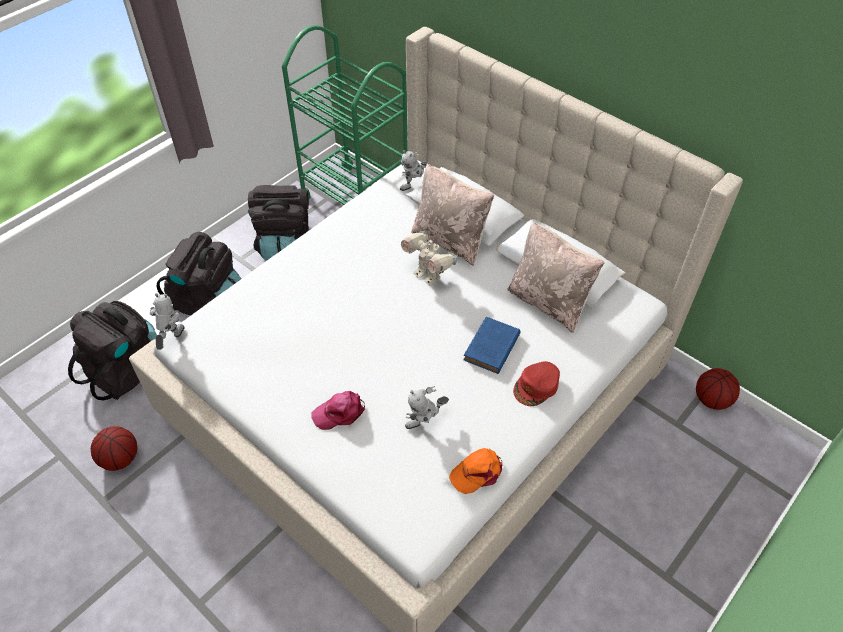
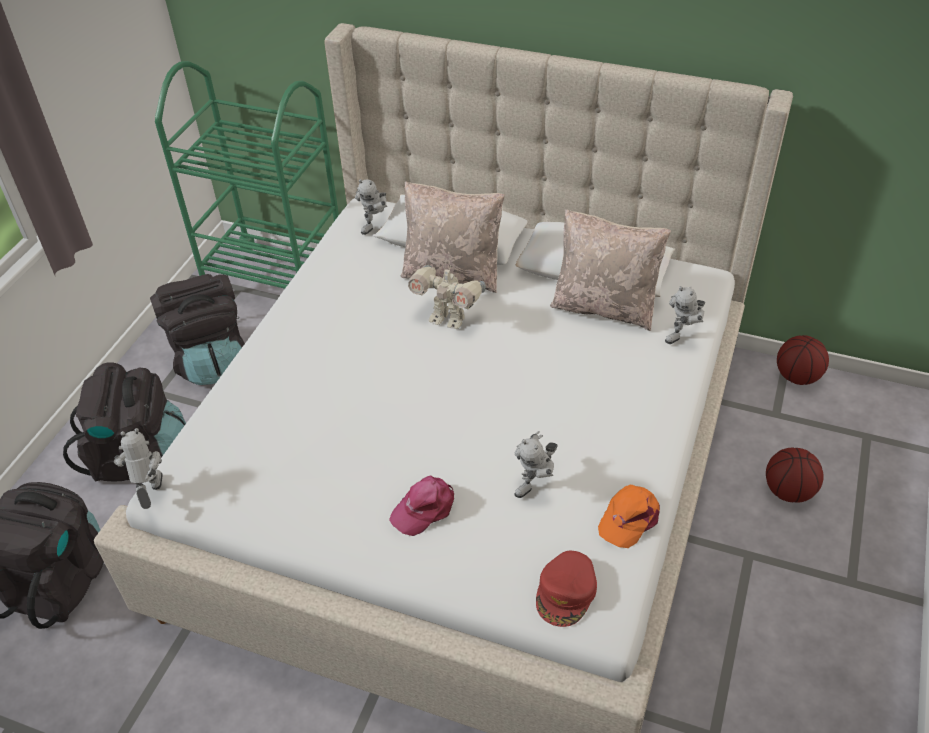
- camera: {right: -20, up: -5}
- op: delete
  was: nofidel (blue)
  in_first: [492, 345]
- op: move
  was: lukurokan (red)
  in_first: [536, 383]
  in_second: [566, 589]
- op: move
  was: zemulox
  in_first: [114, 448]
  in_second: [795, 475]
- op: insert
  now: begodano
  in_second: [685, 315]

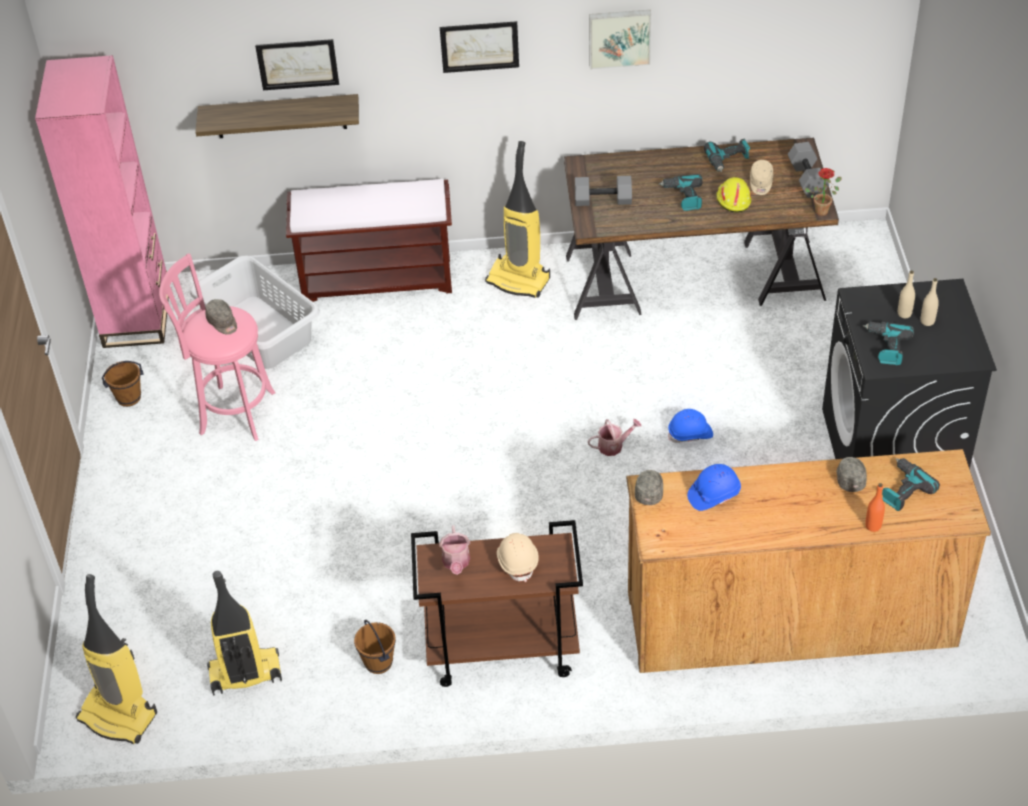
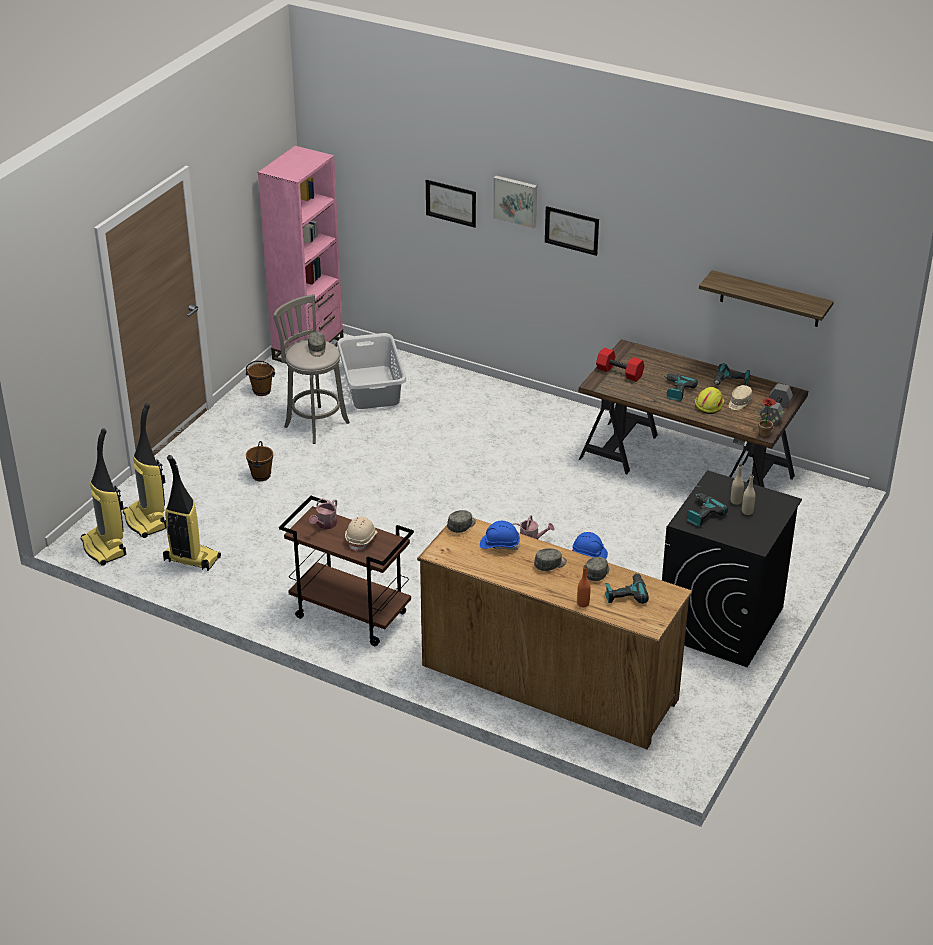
- camera: {right: 30, up: -10}
- op: move
  was: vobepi
  in_first: [620, 39]
  in_second: [515, 202]
- op: move
  was: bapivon
  in_first: [277, 116]
  in_second: [766, 298]
- op: move
  was: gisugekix
  in_first: [517, 219]
  in_second: [144, 470]
- op: recolor
  was: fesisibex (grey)
  now: fesisibex (red)
  in_first: [603, 191]
  in_second: [620, 365]
- op: delete
  was: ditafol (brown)
  in_first: [369, 240]
- op: recolor
  was: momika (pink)
  now: momika (grey)
  in_first: [217, 347]
  in_second: [311, 369]
- op: move
  was: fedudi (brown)
  in_first: [375, 647]
  in_second: [259, 461]
- op: insert
  now: lukurokan (grey)
  in_second: [550, 559]

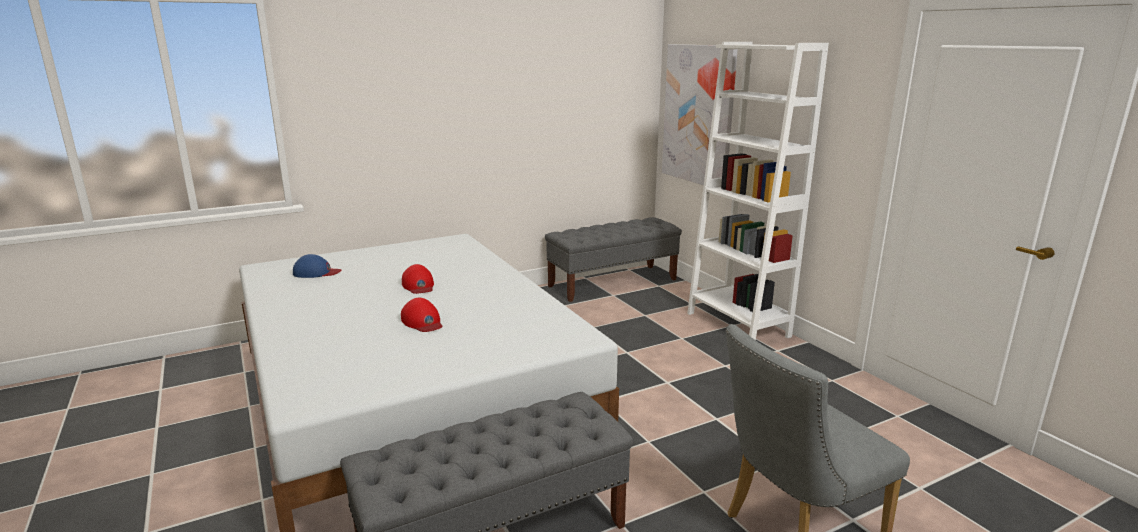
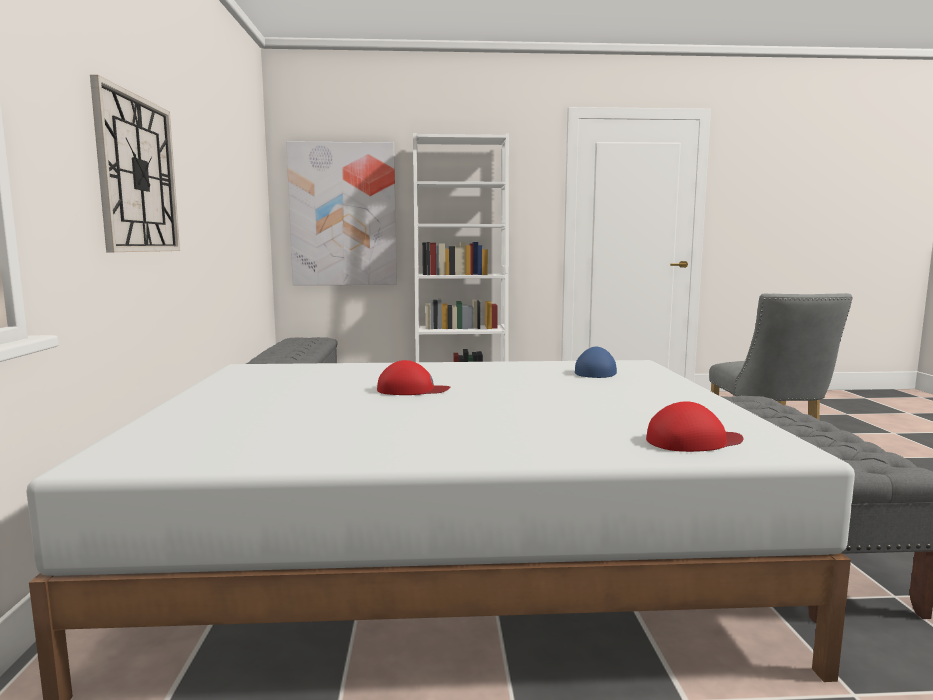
- camera: {right: -65, up: -10}
- op: move
  was: lukurokan (blue)
  in_first: [317, 266]
  in_second: [596, 362]
- op: move
  was: lukurokan (red)
  in_first: [422, 315]
  in_second: [694, 427]
- op: insert
  now: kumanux
  in_second: [135, 163]

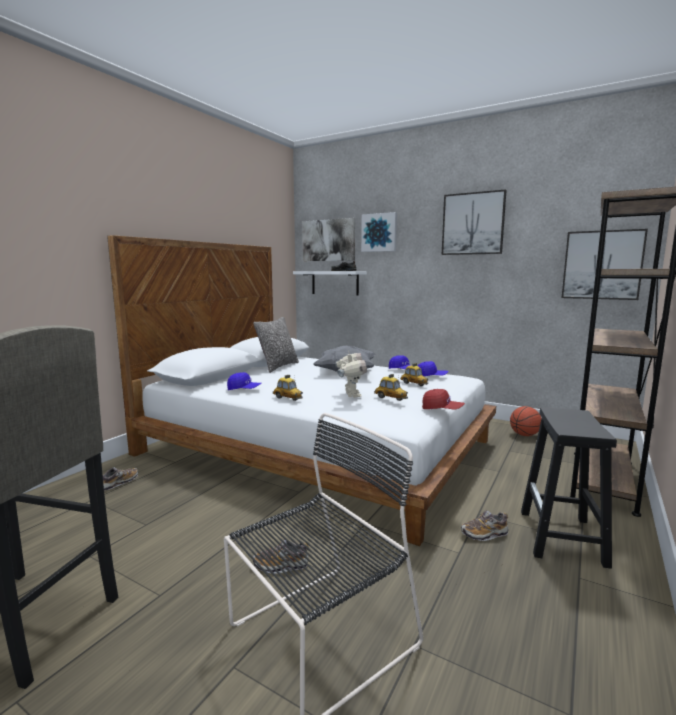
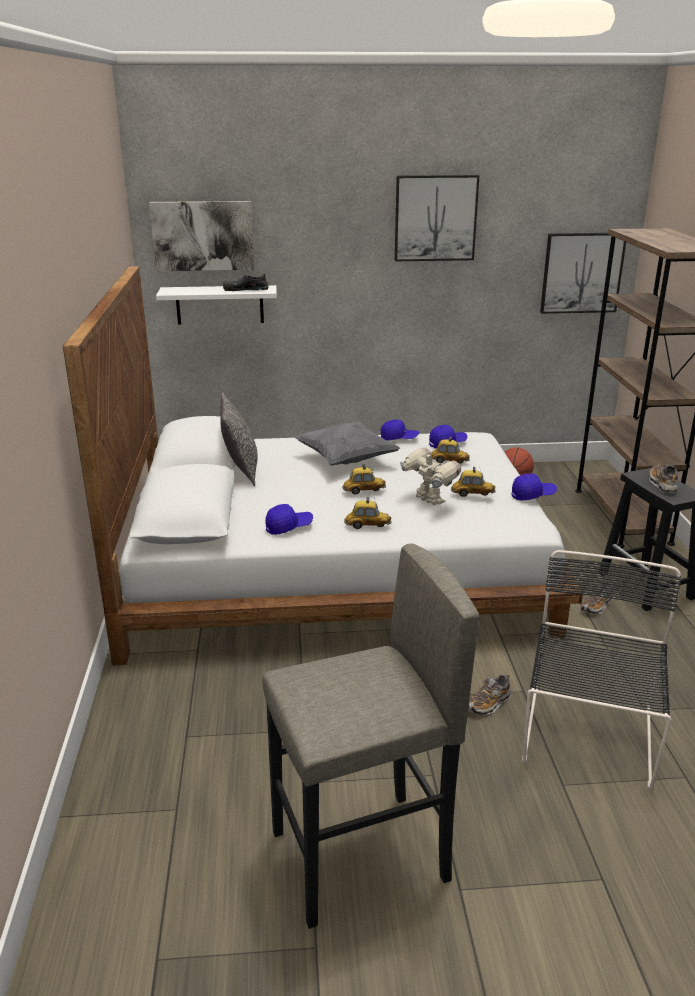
- camera: {right: -35, up: 15}
- op: delete
  was: vobepi
  in_first: [379, 232]
- op: recolor
  was: lukurokan (red)
  now: lukurokan (blue)
  in_first: [443, 399]
  in_second: [534, 486]
- op: move
  was: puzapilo
  in_first: [120, 478]
  in_second: [663, 478]
- op: insert
  now: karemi
  in_second: [364, 479]

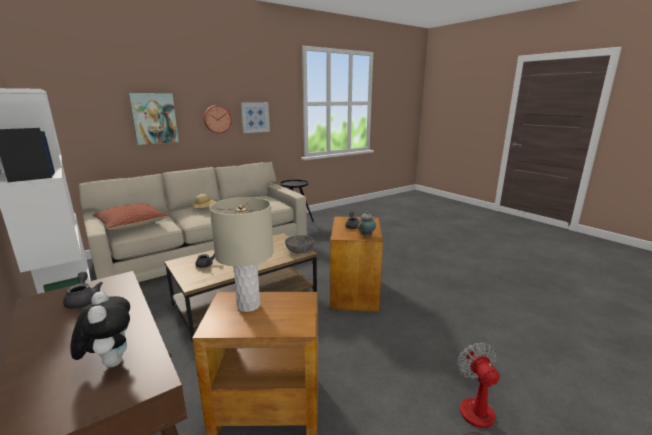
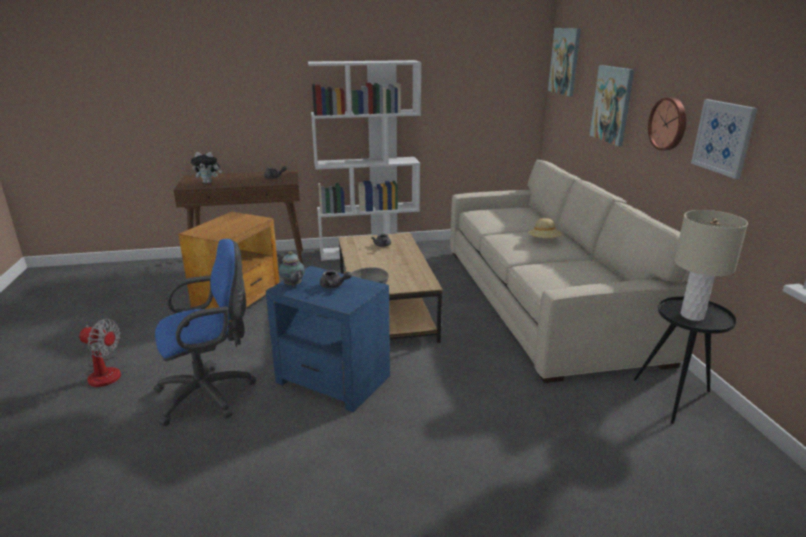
- camera: {right: 115, up: 5}
- op: move
  was: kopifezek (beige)
  in_first: [241, 254]
  in_second: [711, 265]
- op: delete
  was: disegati
  in_first: [130, 216]
- op: recolor
  was: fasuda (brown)
  now: fasuda (blue)
  in_first: [356, 264]
  in_second: [328, 339]
- op: insert
  now: vobepi
  in_second: [564, 62]
- op: insert
  now: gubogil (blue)
  in_second: [205, 332]

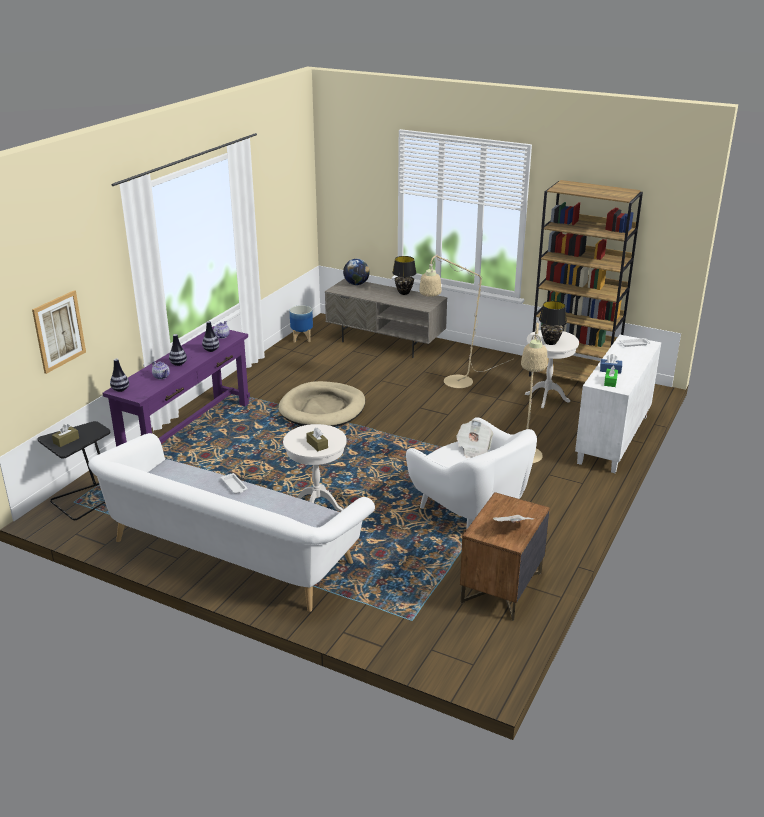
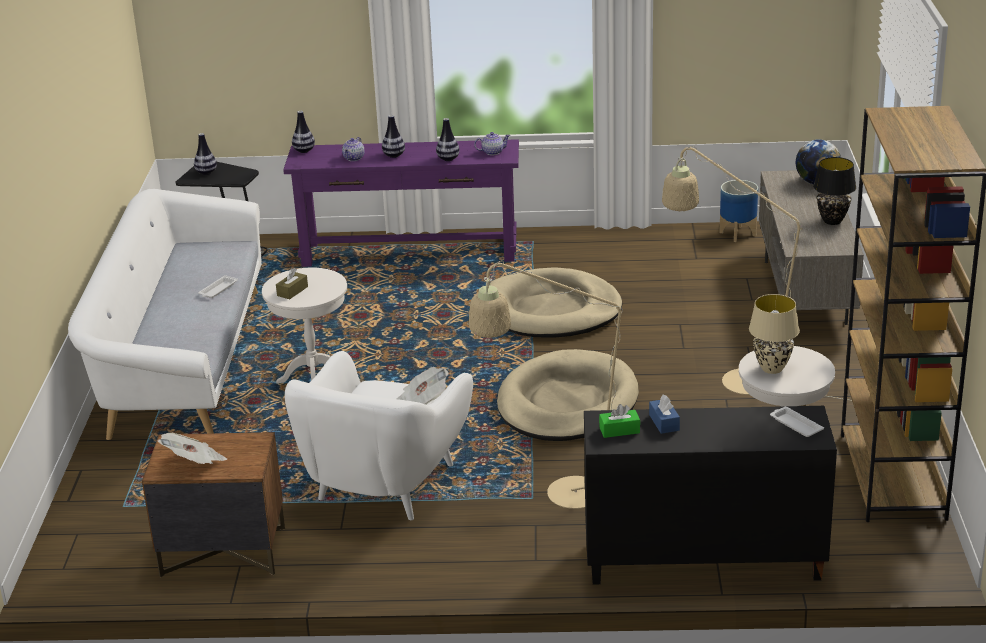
- camera: {right: 65, up: 0}
- op: delete
  was: vobepi
  in_first: [59, 332]
- op: recolor
  was: kopifezek (black)
  now: kopifezek (beige)
  in_first: [553, 323]
  in_second: [774, 334]
- op: recolor
  was: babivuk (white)
  now: babivuk (black)
  in_first: [618, 404]
  in_second: [710, 495]
- op: replace
  was: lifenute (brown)
  now: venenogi
  in_first: [65, 435]
  in_second: [205, 154]
- op: insert
  now: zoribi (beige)
  in_second: [568, 395]

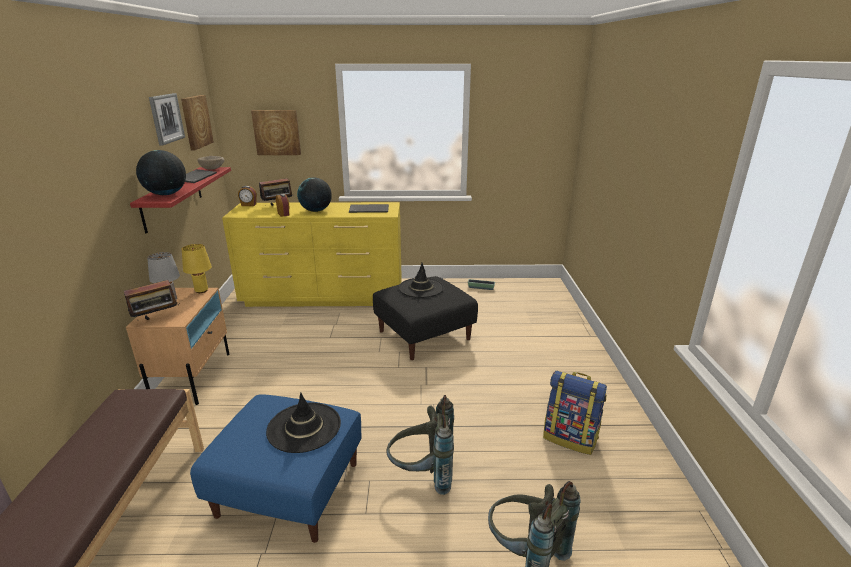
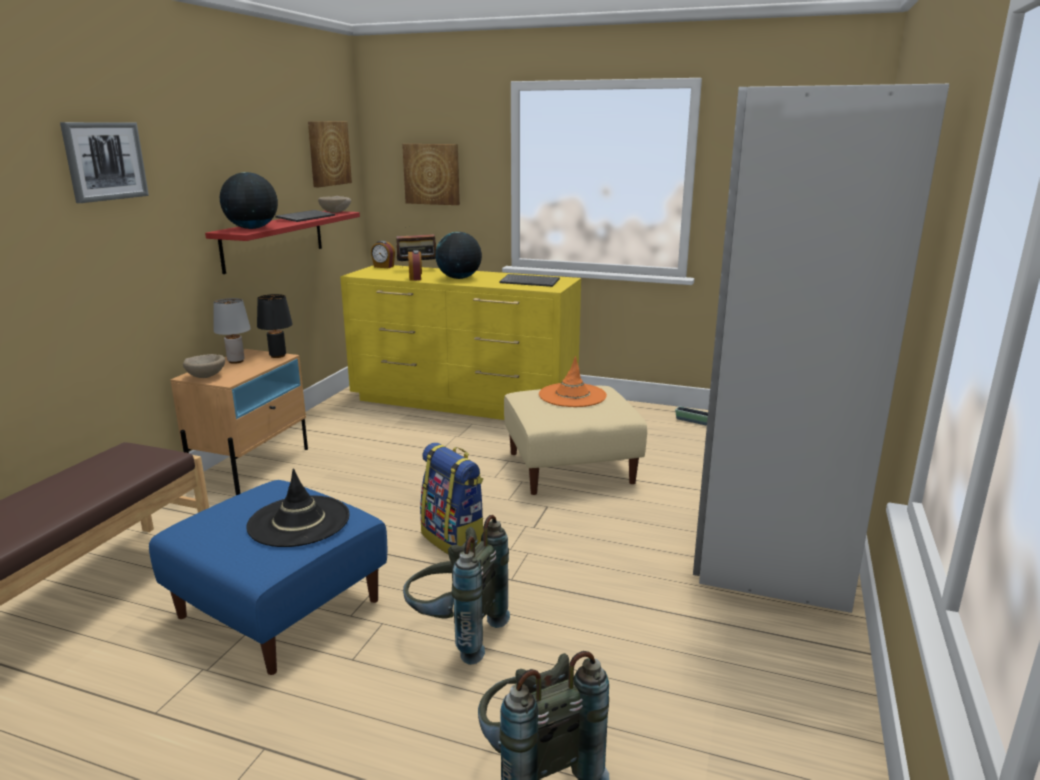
- camera: {right: 20, up: -5}
- op: move
  was: vobepi
  in_first: [167, 119]
  in_second: [104, 162]
- op: recolor
  was: kopifezek (yellow)
  now: kopifezek (black)
  in_first: [197, 268]
  in_second: [275, 326]
- op: recolor
  was: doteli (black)
  now: doteli (orange)
  in_first: [421, 280]
  in_second: [573, 381]
- op: recolor
  was: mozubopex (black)
  now: mozubopex (beige)
  in_first: [425, 318]
  in_second: [575, 440]
- op: replace
  was: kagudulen
  now: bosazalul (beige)
  in_first: [149, 300]
  in_second: [204, 366]
- op: move
  was: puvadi
  in_first: [575, 412]
  in_second: [452, 498]
- op: insert
  now: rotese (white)
  in_second: [821, 348]

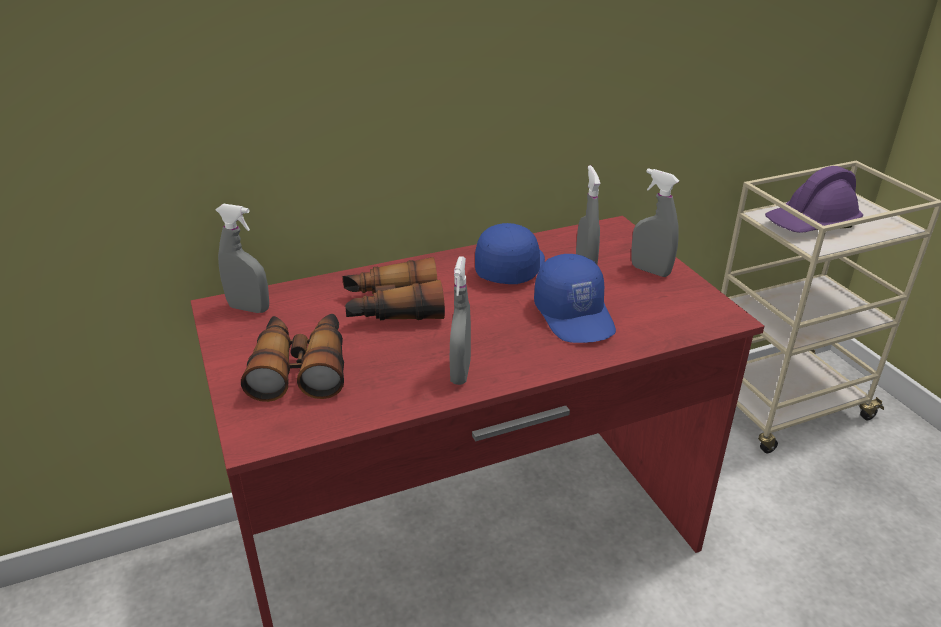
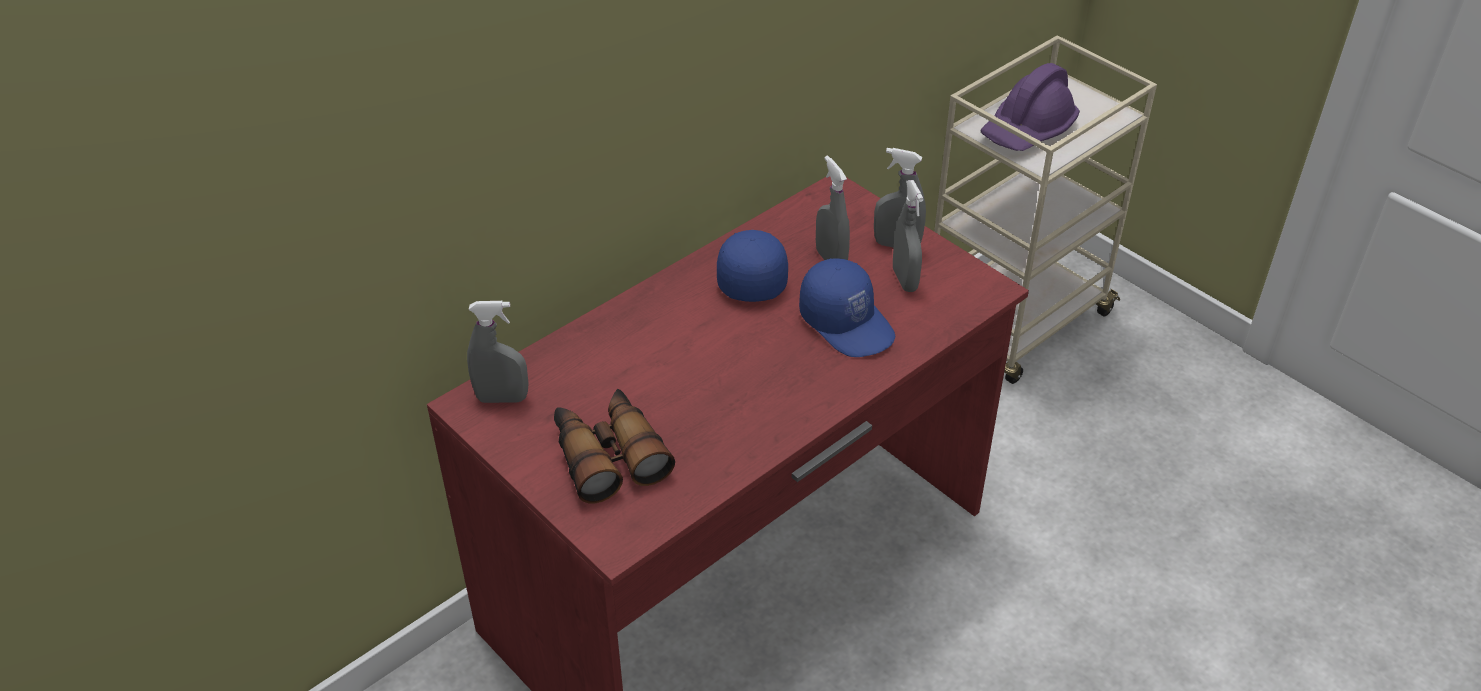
- camera: {right: -20, up: 10}
- op: move
  was: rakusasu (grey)
  in_first: [460, 320]
  in_second: [908, 236]
- op: delete
  was: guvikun
  in_first: [394, 288]

